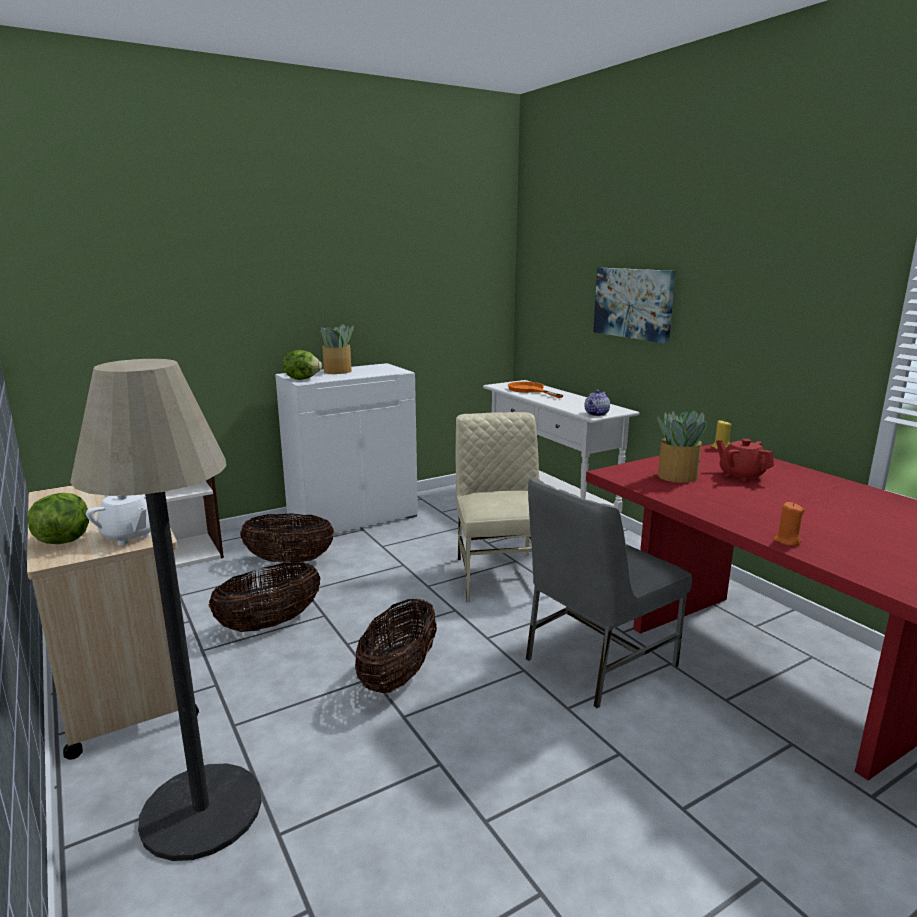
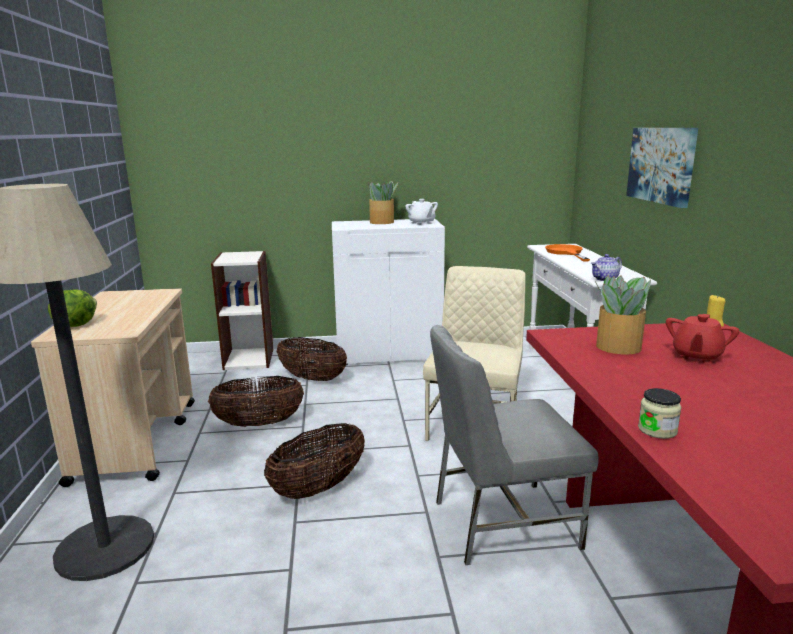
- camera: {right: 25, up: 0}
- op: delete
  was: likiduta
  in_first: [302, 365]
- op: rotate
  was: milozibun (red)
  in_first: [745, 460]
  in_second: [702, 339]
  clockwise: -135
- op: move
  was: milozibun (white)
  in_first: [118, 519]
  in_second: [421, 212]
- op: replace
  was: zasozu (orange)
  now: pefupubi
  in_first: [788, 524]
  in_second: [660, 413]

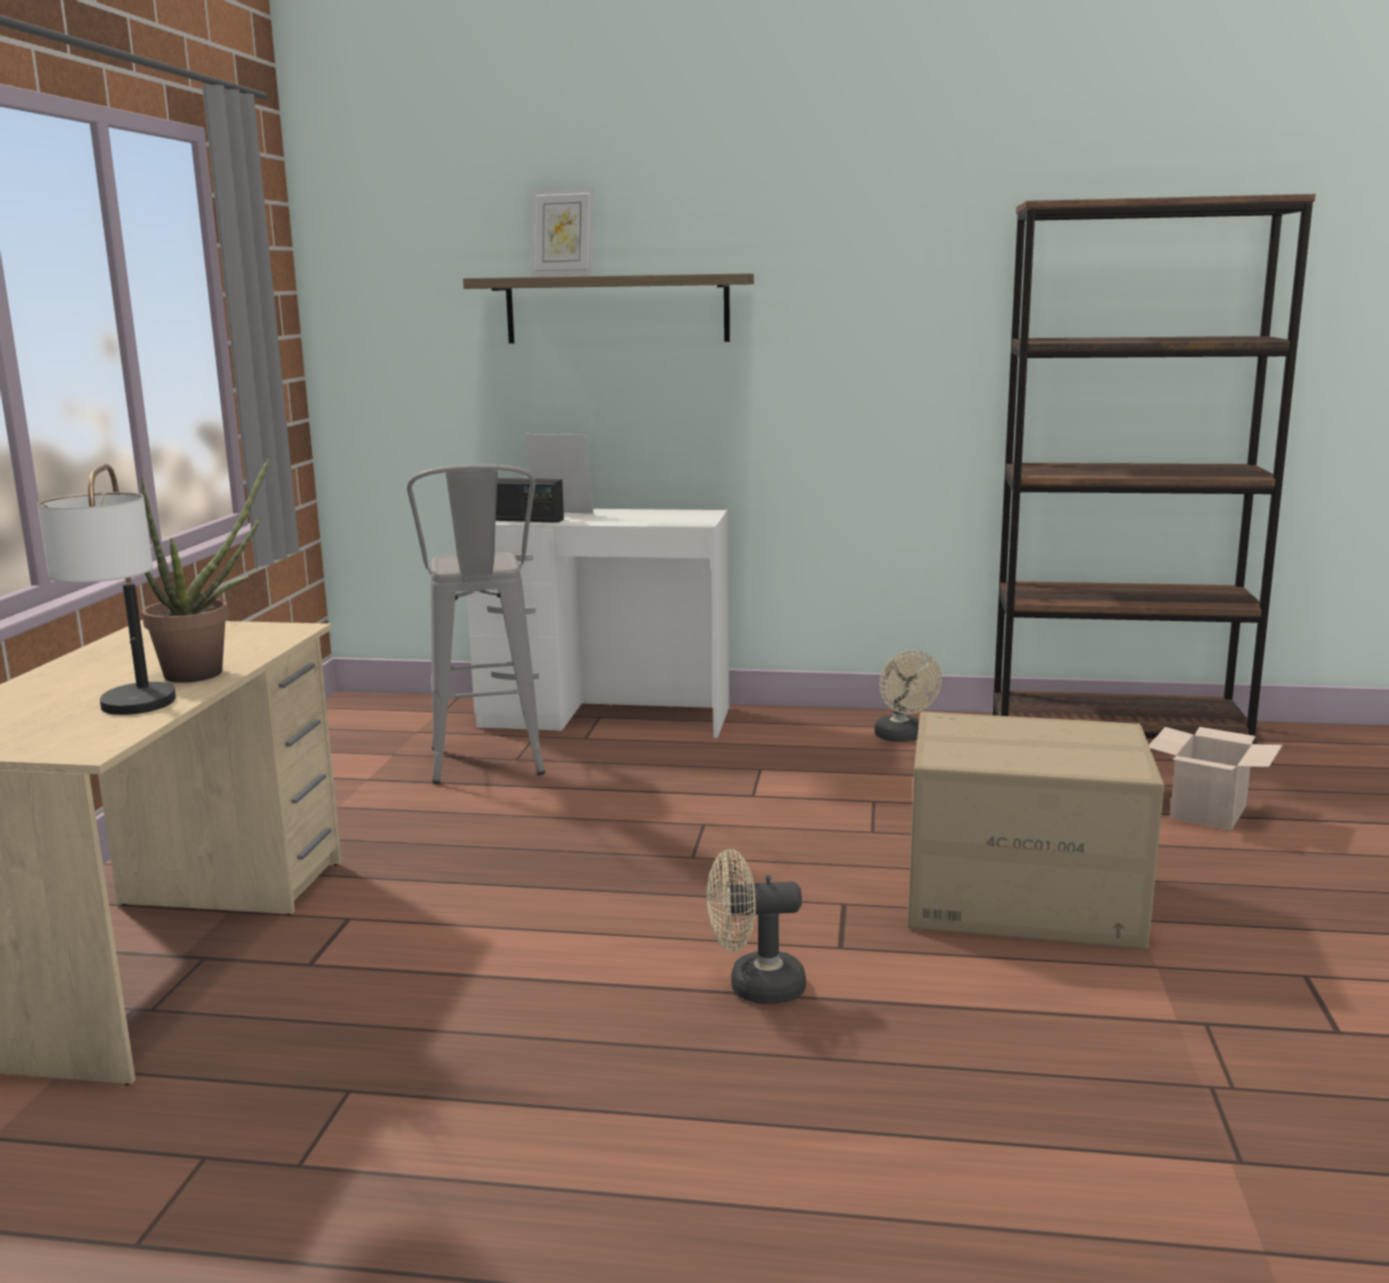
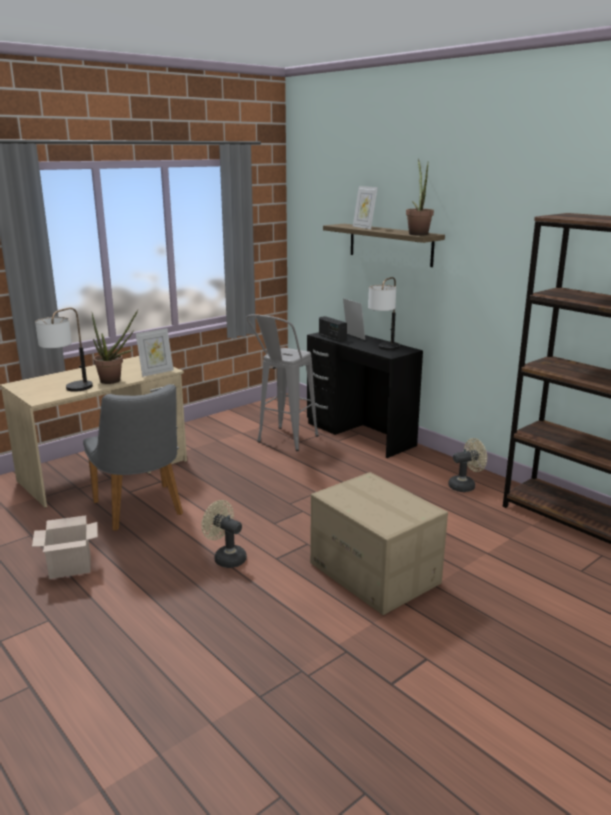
- camera: {right: 40, up: 5}
- op: recolor
  was: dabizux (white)
  now: dabizux (black)
  in_first: [598, 623]
  in_second: [365, 395]
- op: rotate
  was: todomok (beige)
  in_first: [908, 696]
  in_second: [467, 465]
  clockwise: -135
- op: move
  was: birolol
  in_first: [1216, 778]
  in_second: [65, 547]
- op: insert
  now: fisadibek
  in_second: [420, 197]
- op: insert
  now: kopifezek
  in_second: [384, 313]
- op: insert
  now: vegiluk
  in_second: [154, 352]
- op: insert
  now: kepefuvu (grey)
  in_second: [133, 457]

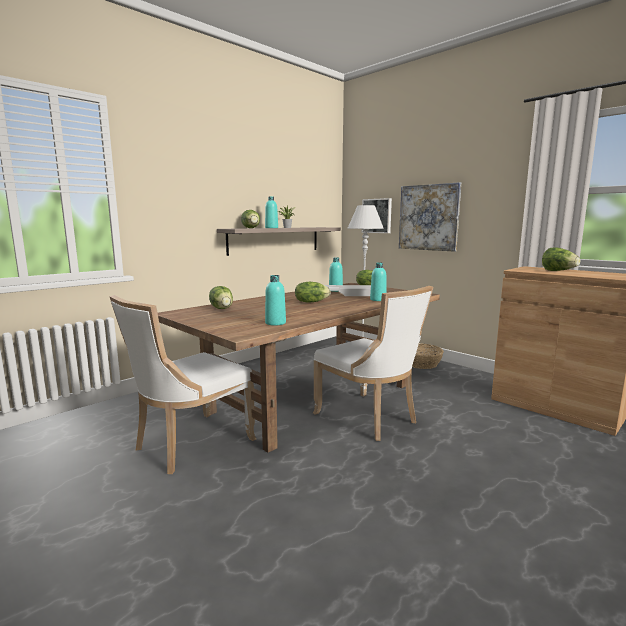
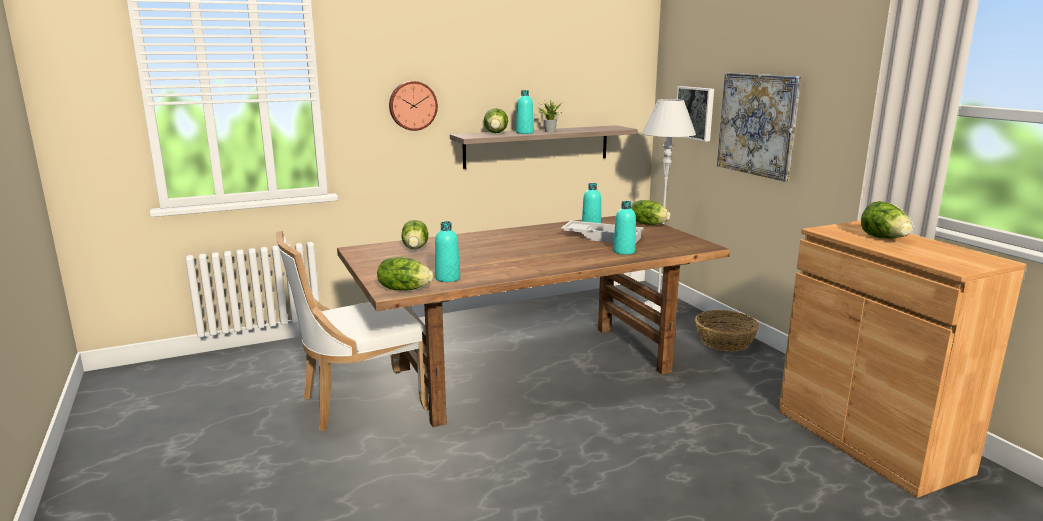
- camera: {right: 20, up: 5}
- op: move
  was: likiduta
  in_first: [313, 292]
  in_second: [405, 274]
- op: delete
  was: kepefuvu (white)
  in_first: [373, 363]
- op: insert
  now: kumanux
  in_second: [413, 106]

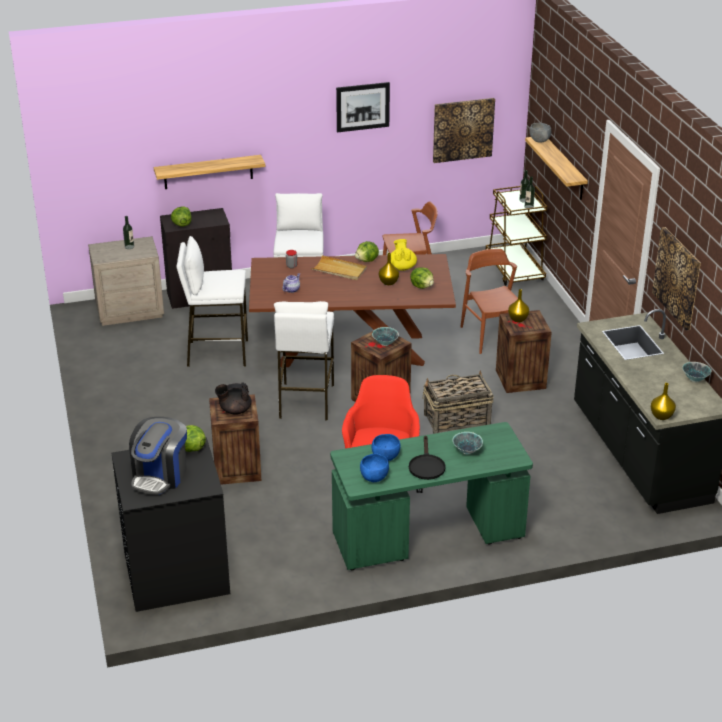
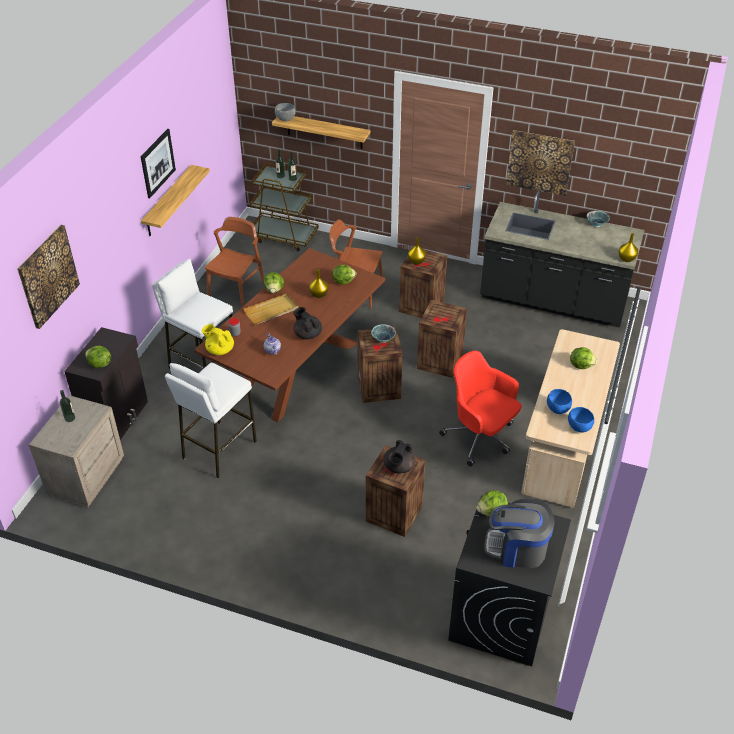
- camera: {right: -55, up: 10}
- op: move
  was: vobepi
  in_first: [464, 130]
  in_second: [48, 277]
- op: move
  was: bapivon
  in_first: [209, 172]
  in_second: [175, 200]
- op: move
  was: milozibun (yellow)
  in_first: [404, 255]
  in_second: [218, 339]
- op: delete
  was: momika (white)
  in_first: [304, 361]
- op: replace
  was: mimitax
  now: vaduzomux
  in_first: [458, 402]
  in_second: [442, 339]
- op: rotate
  was: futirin
  in_first: [158, 456]
  in_second: [519, 533]
  clockwise: 135
- op: recolor
  was: dabizux (green)
  now: dabizux (beige)
  in_first: [431, 496]
  in_second: [570, 418]
- op: replace
  was: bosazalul
  now: likiduta
  in_first: [468, 443]
  in_second: [583, 358]
- op: delete
  was: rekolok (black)
  in_first: [427, 458]
- op: insert
  now: milozibun (black)
  in_second: [307, 323]

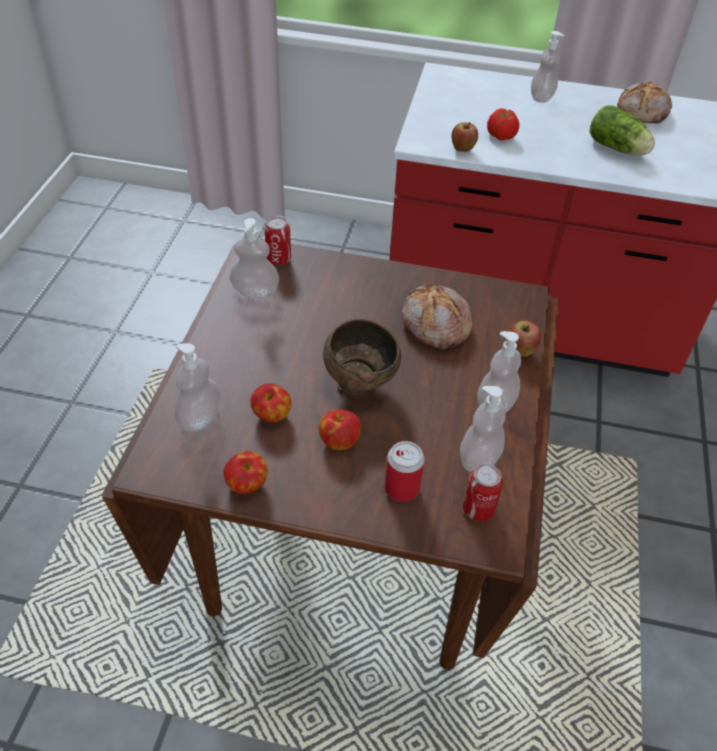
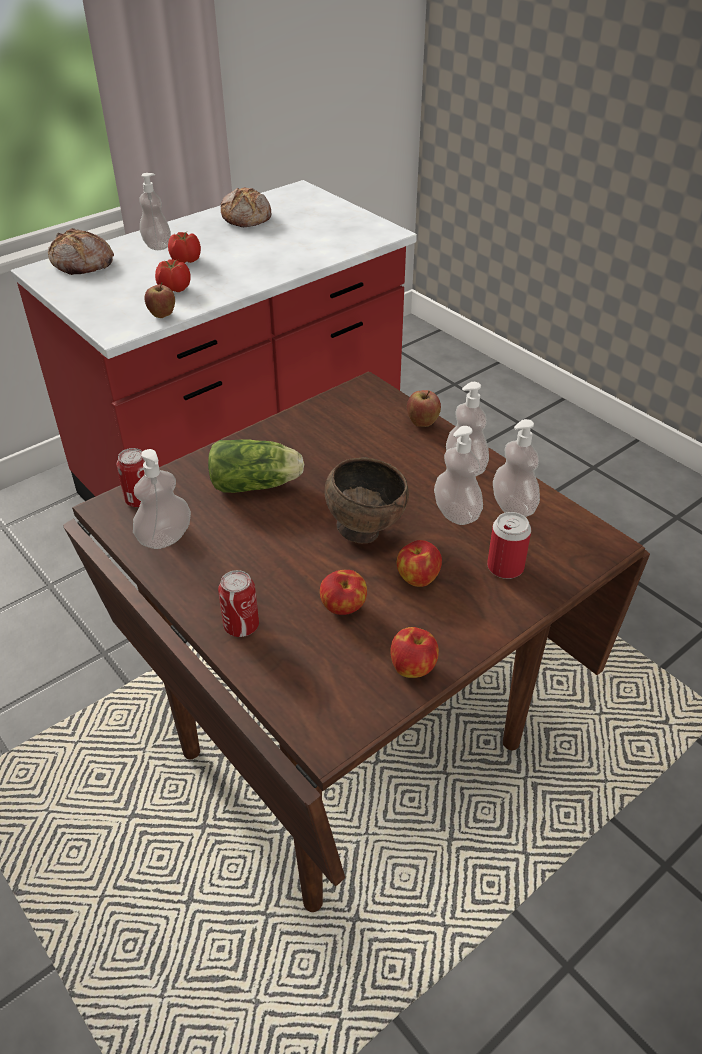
- camera: {right: -50, up: -5}
- op: move
  was: likiduta
  in_first: [622, 130]
  in_second: [256, 466]
- op: move
  was: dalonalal
  in_first: [437, 316]
  in_second: [81, 251]
- op: move
  was: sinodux
  in_first: [197, 387]
  in_second: [458, 475]
- op: move
  was: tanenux
  in_first: [483, 492]
  in_second: [238, 603]
- op: insert
  now: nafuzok
  in_second: [184, 247]

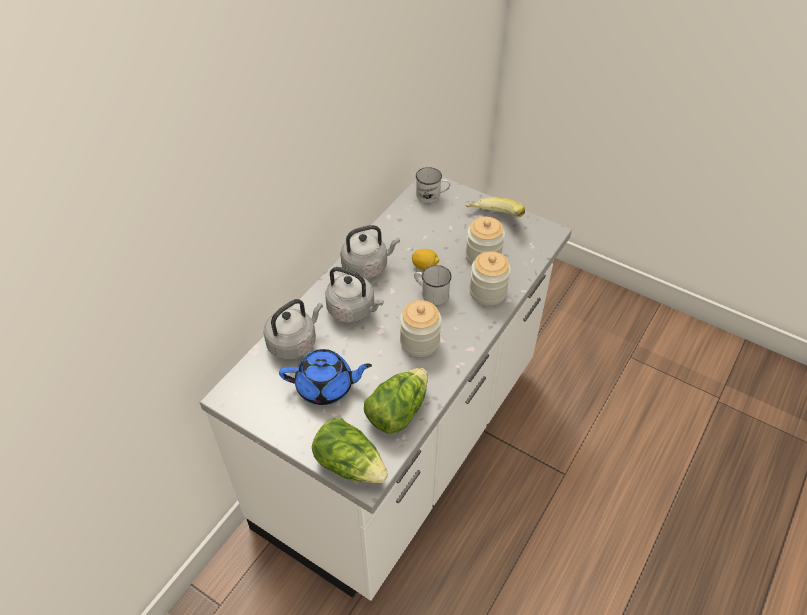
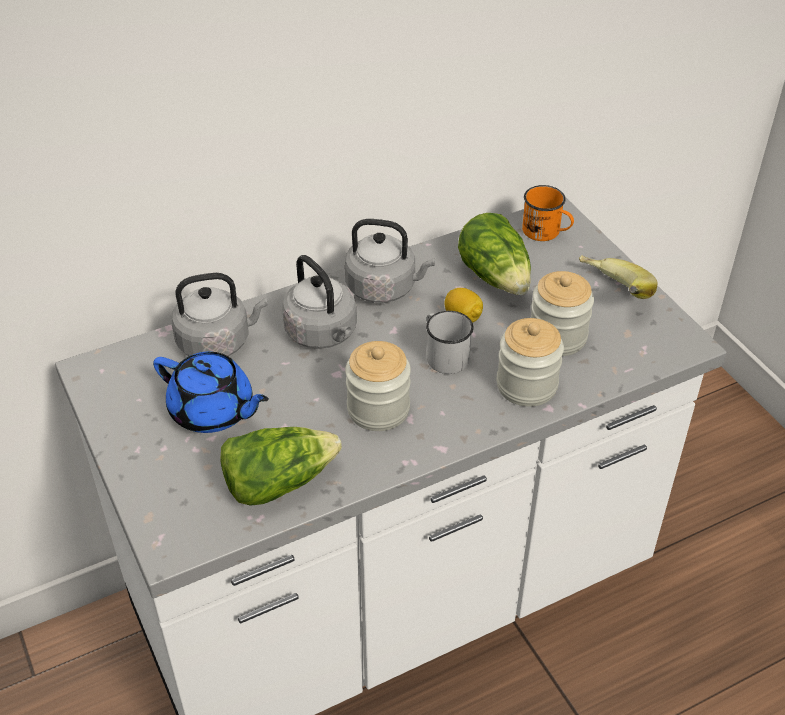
- camera: {right: 30, up: -5}
- op: recolor
  was: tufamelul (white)
  now: tufamelul (orange)
  in_first: [433, 185]
  in_second: [548, 213]
- op: move
  was: likiduta
  in_first: [350, 450]
  in_second: [494, 254]

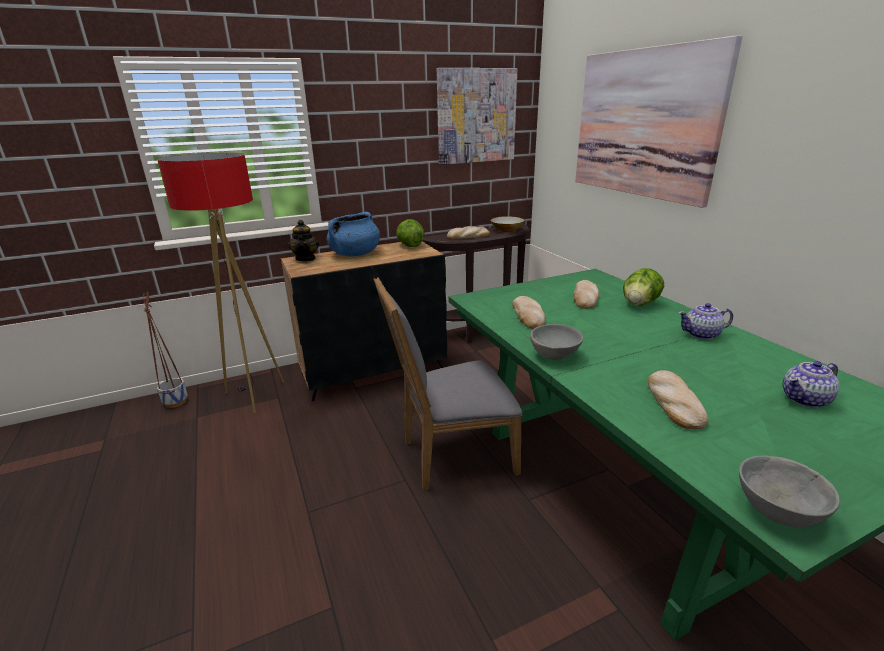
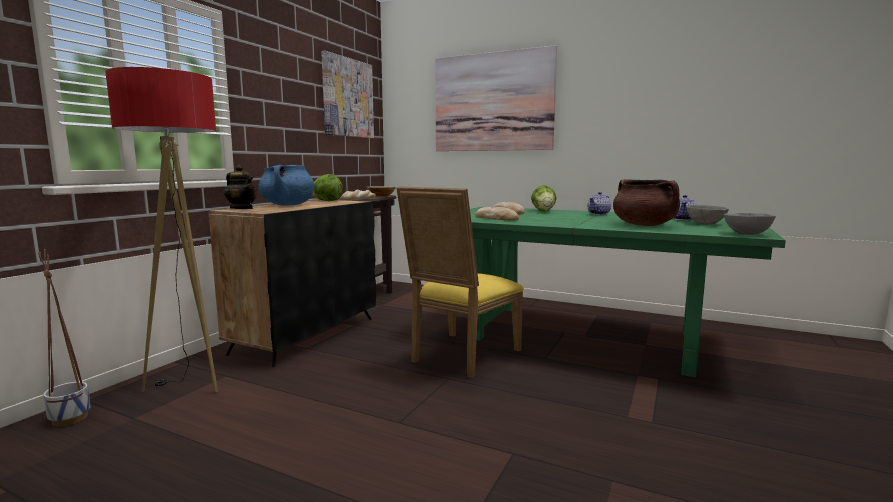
- camera: {right: -40, up: -15}
- op: recolor
  was: kepefuvu (grey)
  now: kepefuvu (yellow)
  in_first: [448, 384]
  in_second: [460, 282]
- op: move
  was: bosazalul (grey)
  in_first: [556, 342]
  in_second: [708, 215]
- op: replace
  was: dalonalal
  now: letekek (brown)
  in_first: [678, 399]
  in_second: [646, 202]

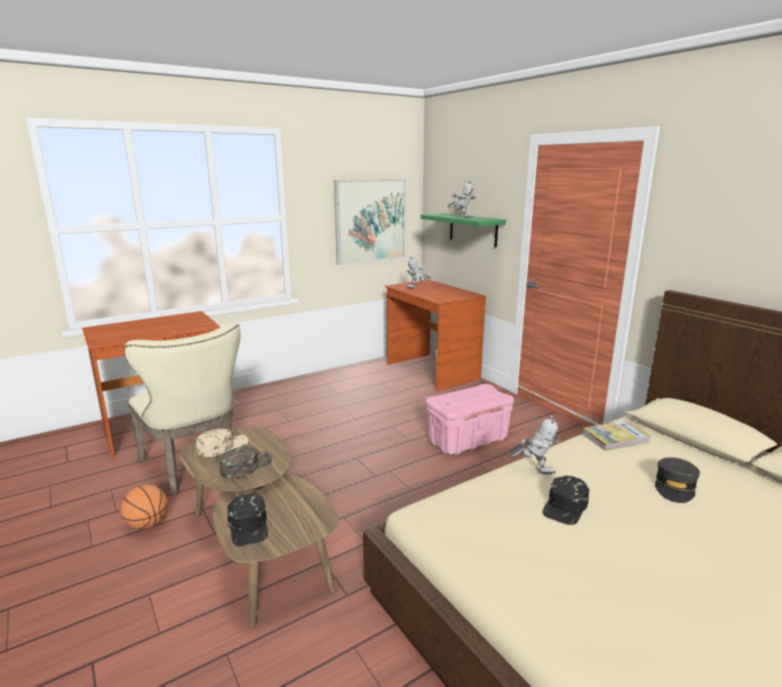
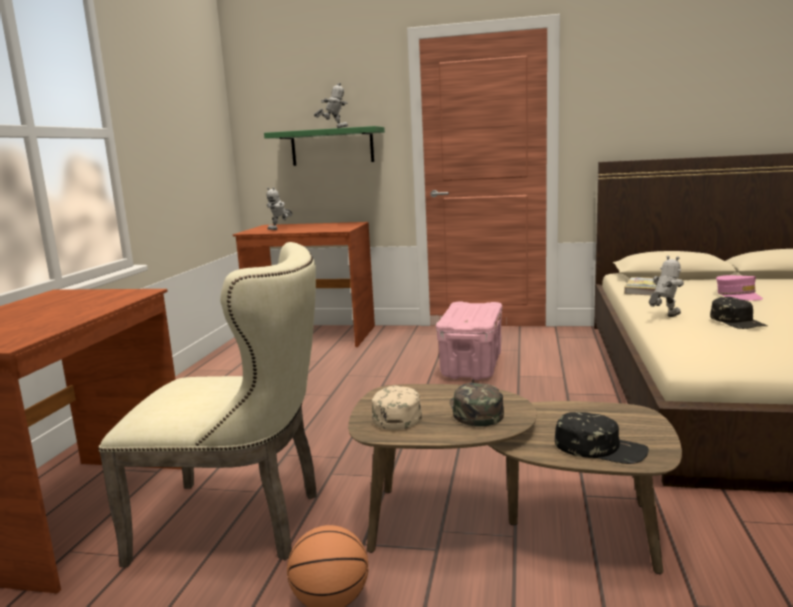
- camera: {right: -45, up: -5}
- op: delete
  was: vobepi
  in_first: [370, 222]
- op: recolor
  was: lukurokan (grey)
  now: lukurokan (pink)
  in_first: [677, 480]
  in_second: [739, 288]

